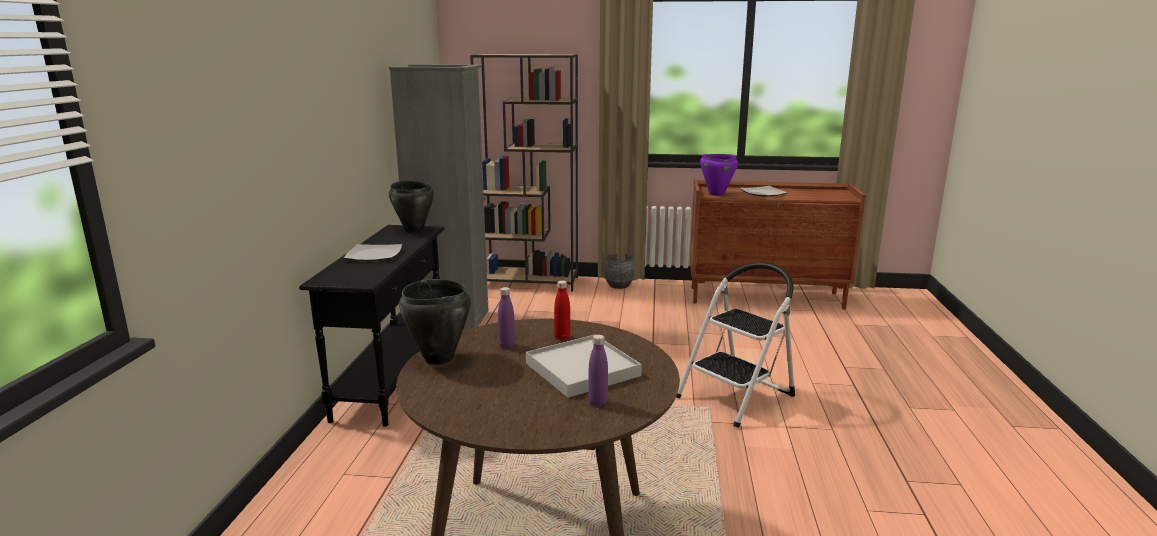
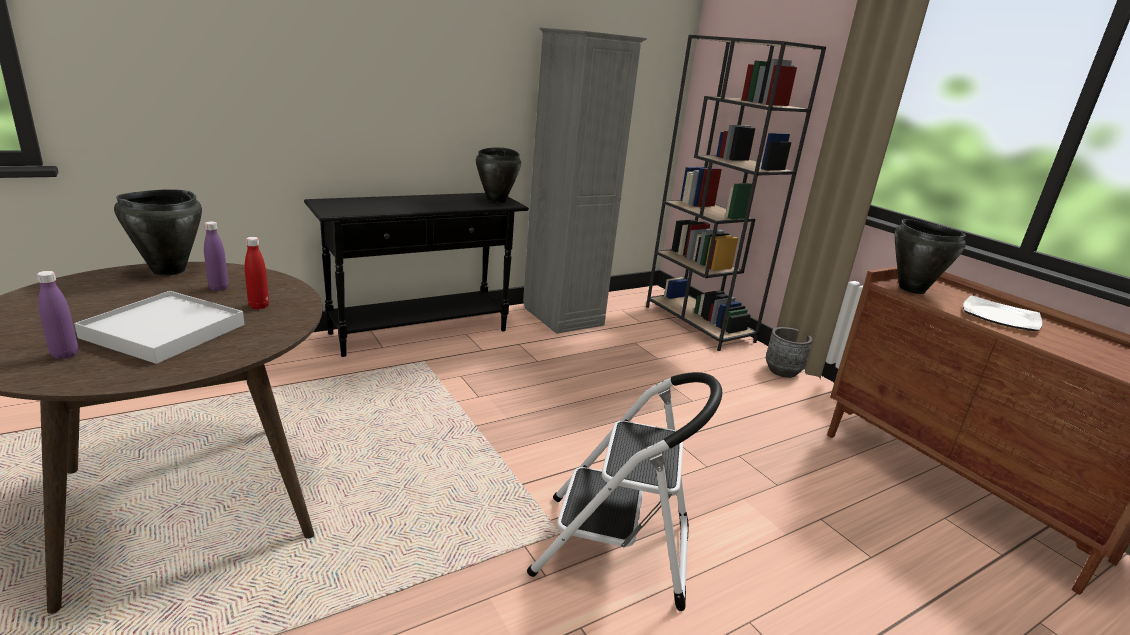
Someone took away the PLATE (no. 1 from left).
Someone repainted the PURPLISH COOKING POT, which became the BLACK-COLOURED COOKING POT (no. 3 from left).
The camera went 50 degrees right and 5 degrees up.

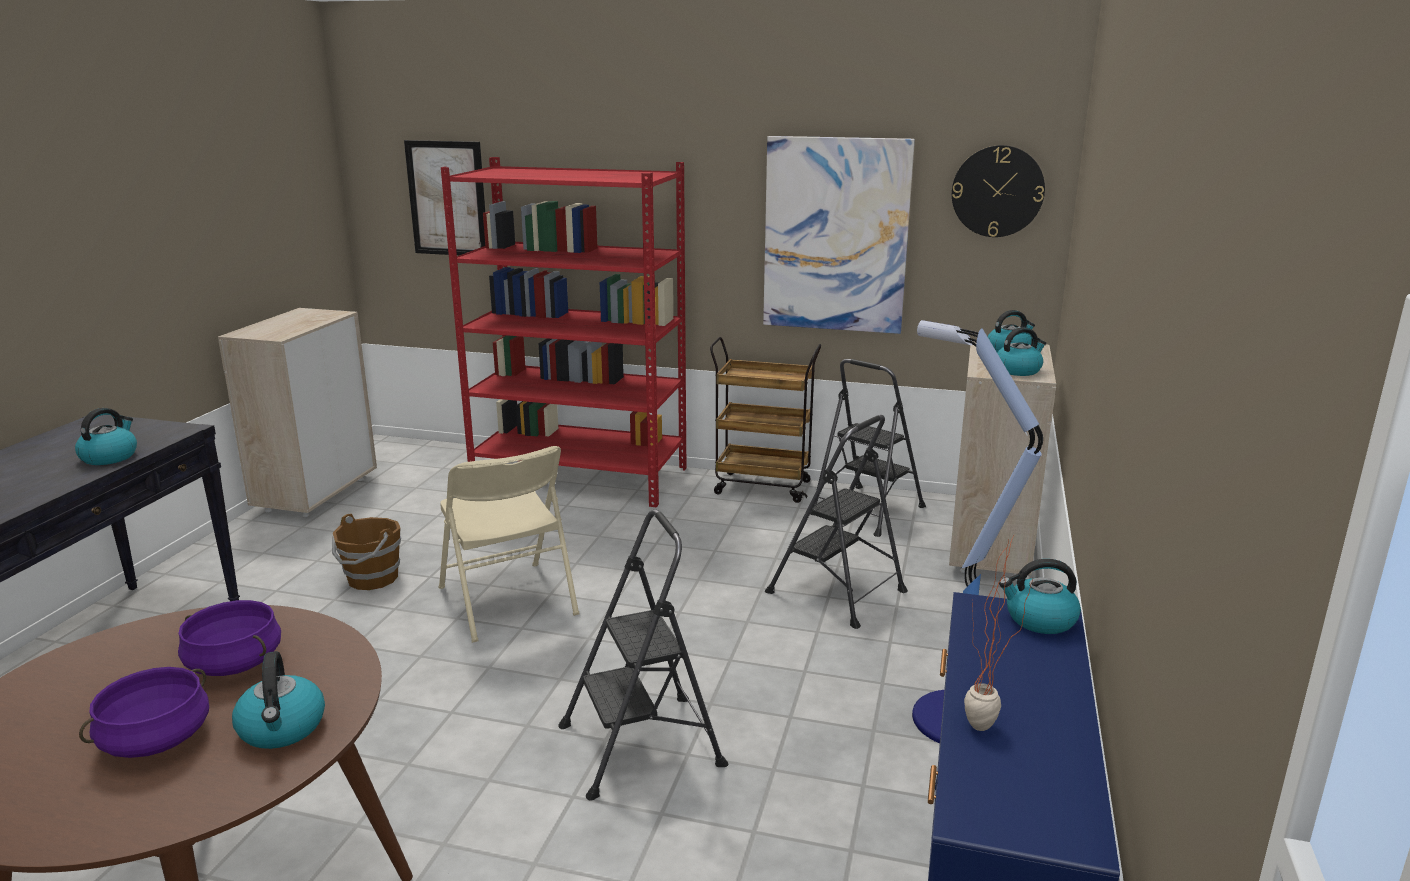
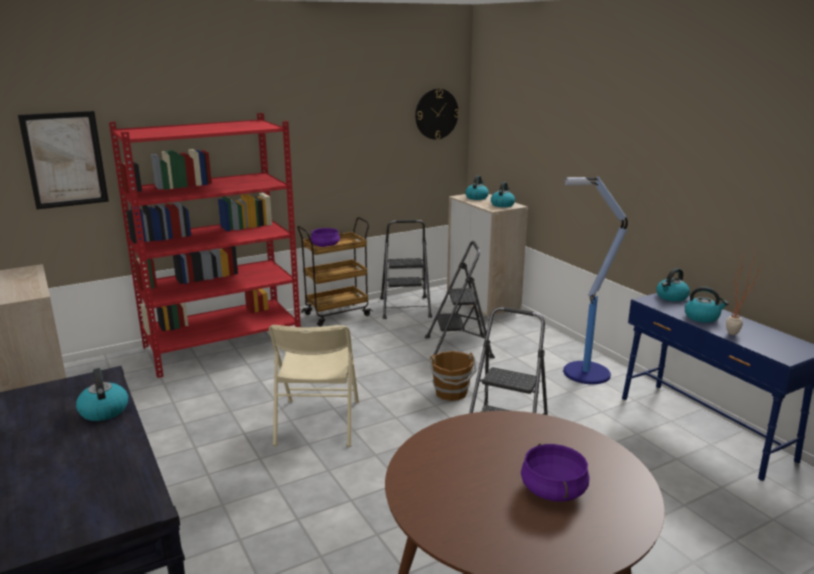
Someone took away the PICTURE (no. 2 from left).
Someone carried the PURPLISH COOKING POT (no. 2 from left in the first image).
Someone carried the WATER KETTLE (no. 2 from left in the first image).
Someone carried the BROWNISH WATER BUCKET.
Someone rotated the BEIGE PLAIN CHAIR by 75 degrees clockwise.
The camera went 45 degrees left and 0 degrees up.

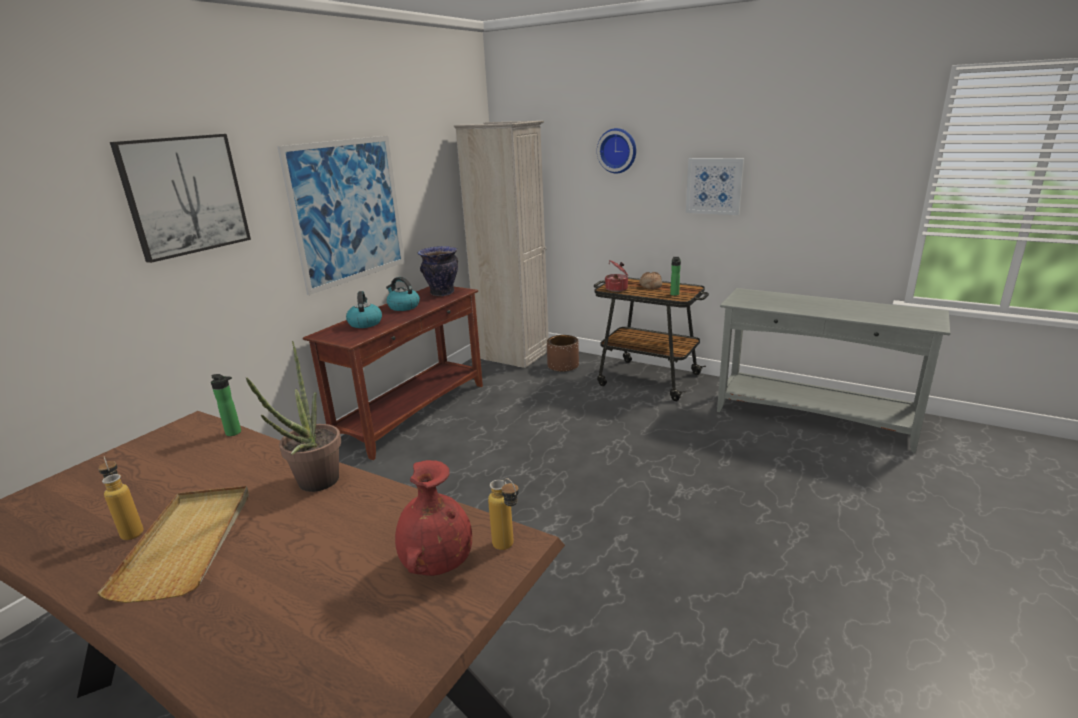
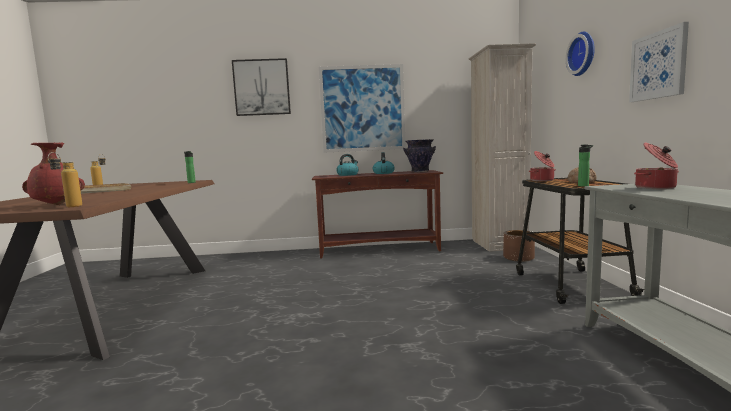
Someone took away the HOUSEPLANT.
Someone put down the COOKING POT (no. 2 from left).
The camera went 55 degrees right and 15 degrees down.

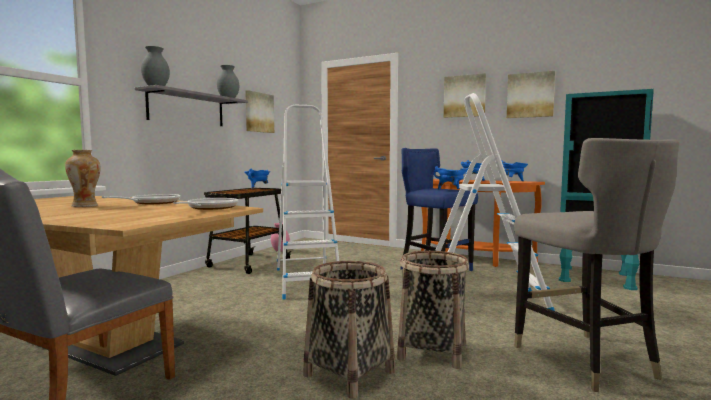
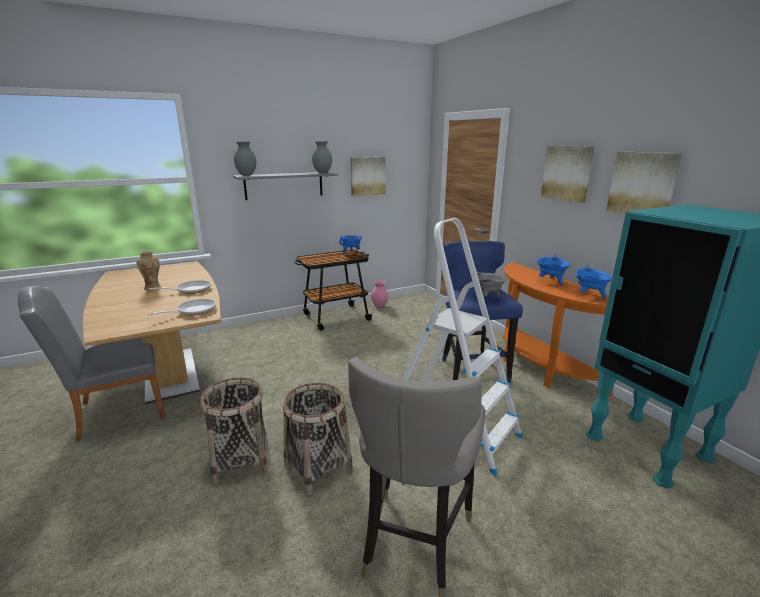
Someone took away the WHITE-COLOURED STEP LADDER (no. 1 from left).
Someone repainted the BLUISH COOKING POT (no. 2 from left), which became the GREYISH COOKING POT.
The camera went 35 degrees right and 15 degrees up.

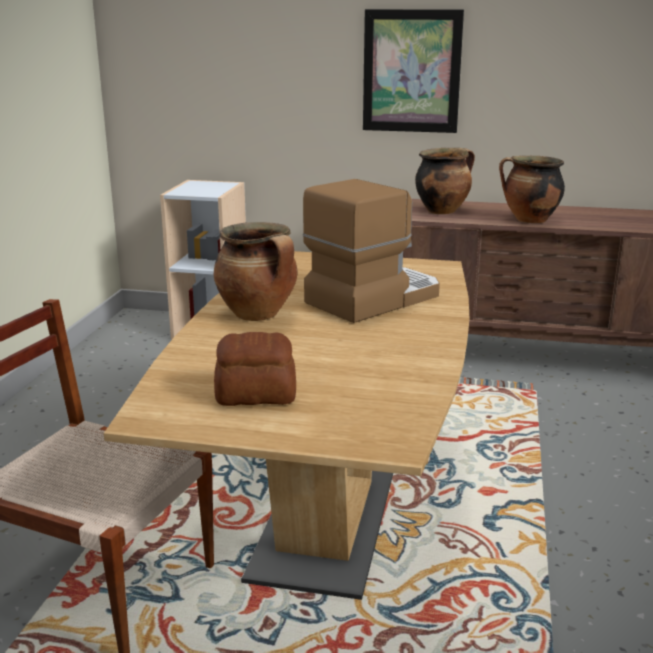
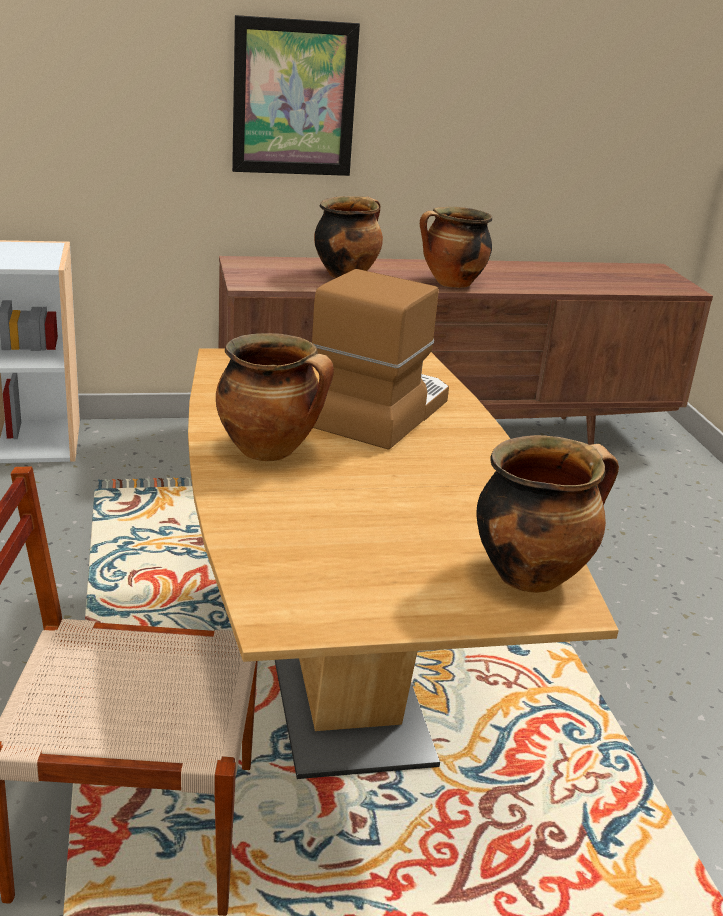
Someone took away the BREAD.
Someone put down the COOKING POT (no. 4 from left).
The camera went 25 degrees left and 5 degrees up.

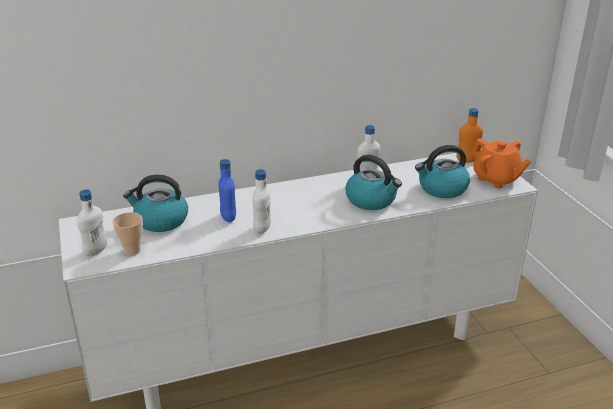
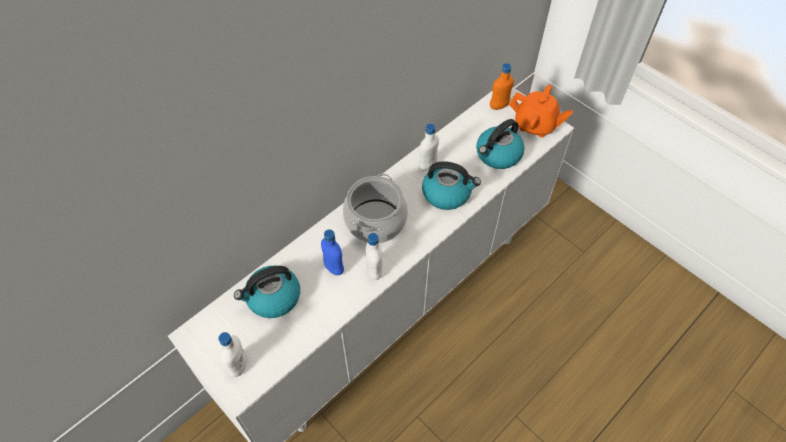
Someone took away the CUP.
Someone put down the COOKING POT.
The camera went 25 degrees left and 25 degrees up.

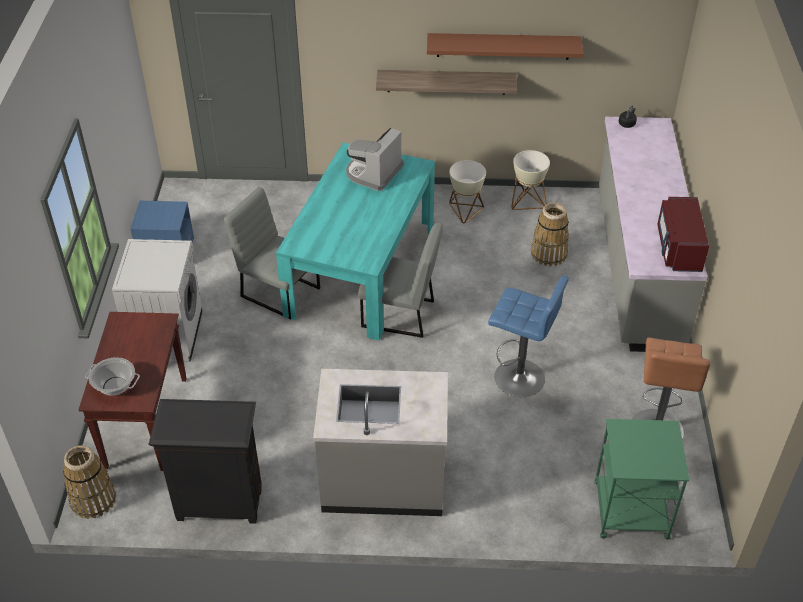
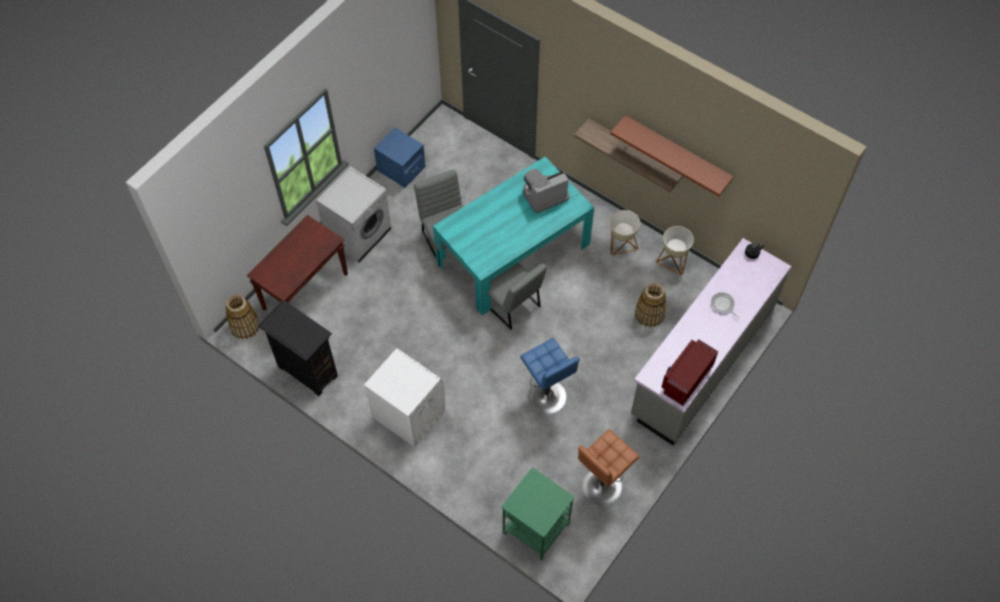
Someone took away the COOKING POT.
Someone put down the FRYING PAN.
Someone swapped the GREYISH KITCHEN BASE UNIT (no. 1 from left) for the WHITE-COLOURED WASHING MACHINE (no. 2 from left).
The camera went 35 degrees right and 15 degrees up.

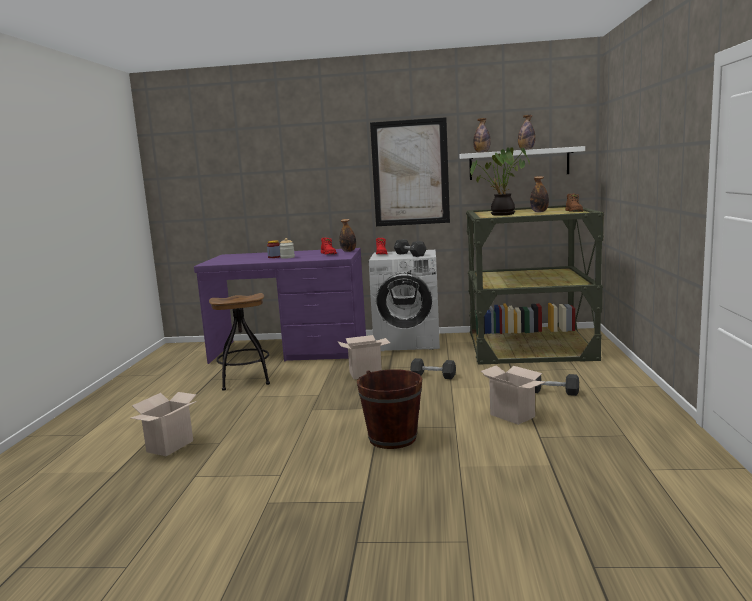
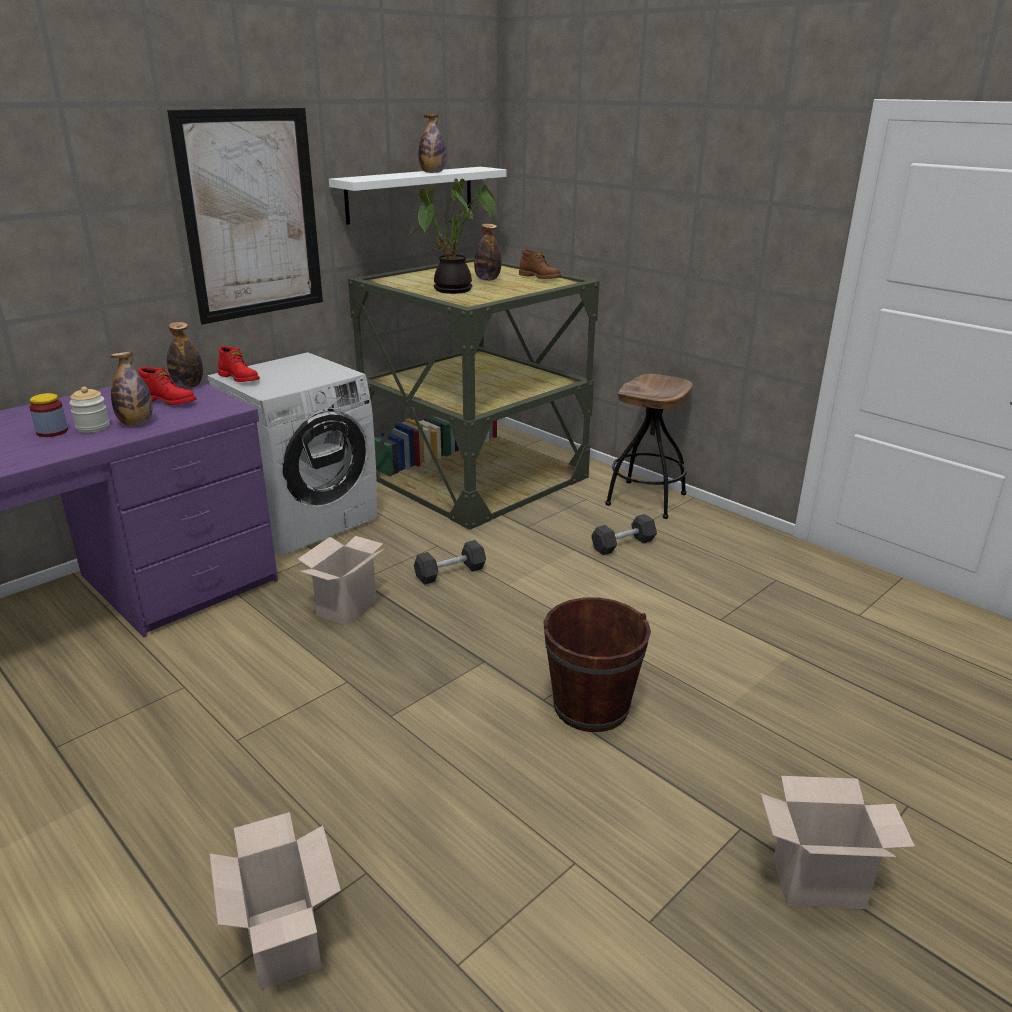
Someone took away the BLACK-COLOURED FREE WEIGHT (no. 1 from left).
Someone carried the BROWNISH SITTING STOOL.
Someone carried the DRINK BOTTLE (no. 2 from left in the first image).
Someone carried the CARTON (no. 3 from left).
The camera went 50 degrees left and 15 degrees up.

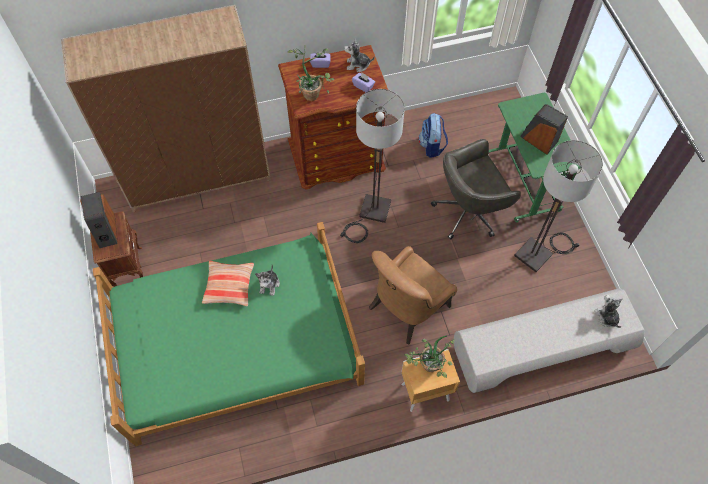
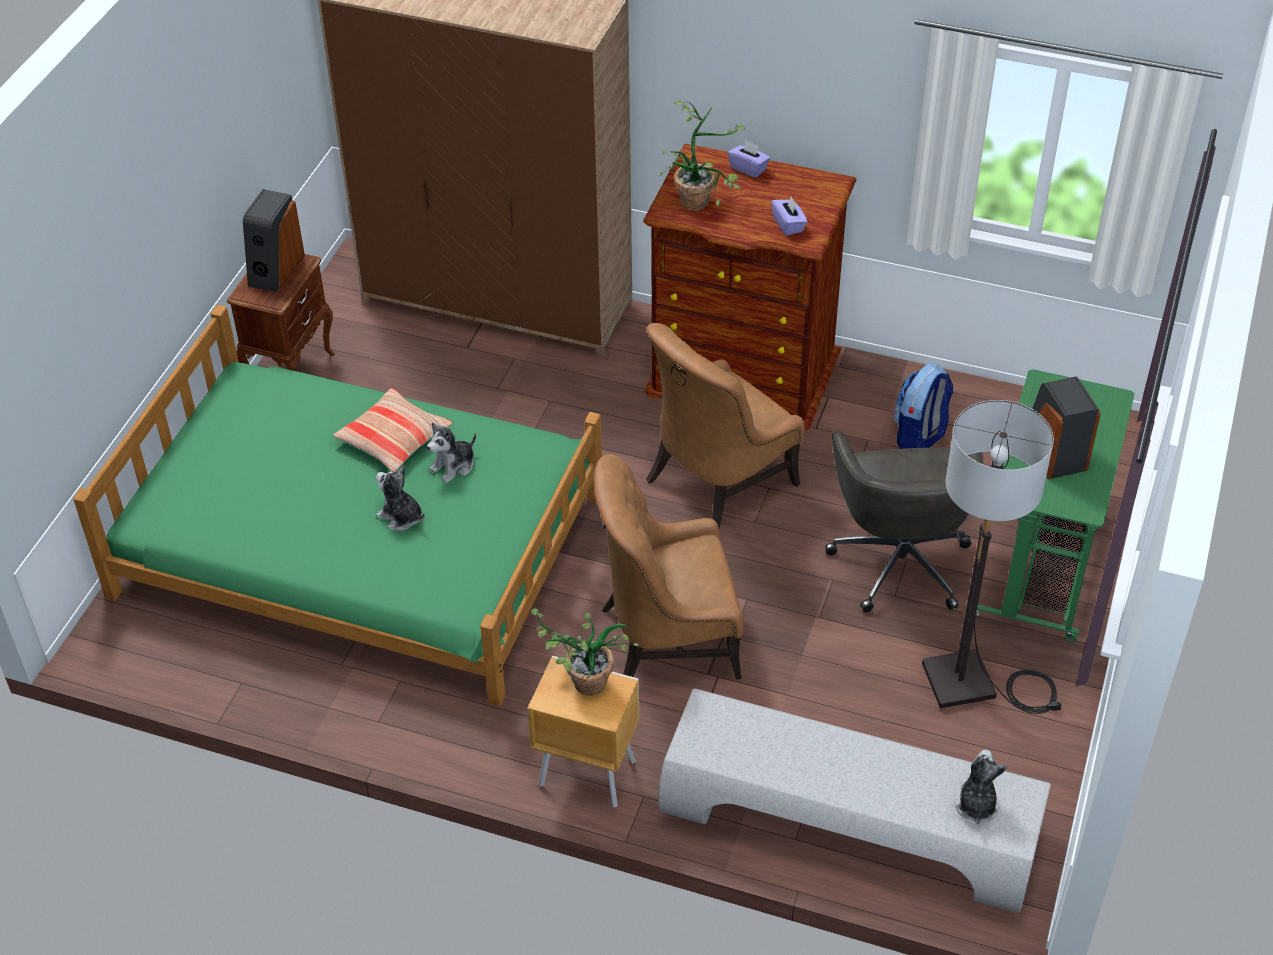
Someone carried the SOFT TOY (no. 2 from left in the first image).
Someone swapped the STANDARD LAMP (no. 1 from left) for the BROWNISH PLAIN CHAIR (no. 2 from left).
Someone rotated the GREYISH DESK CHAIR by 105 degrees counterclockwise.
The camera went 35 degrees right and 15 degrees down.

